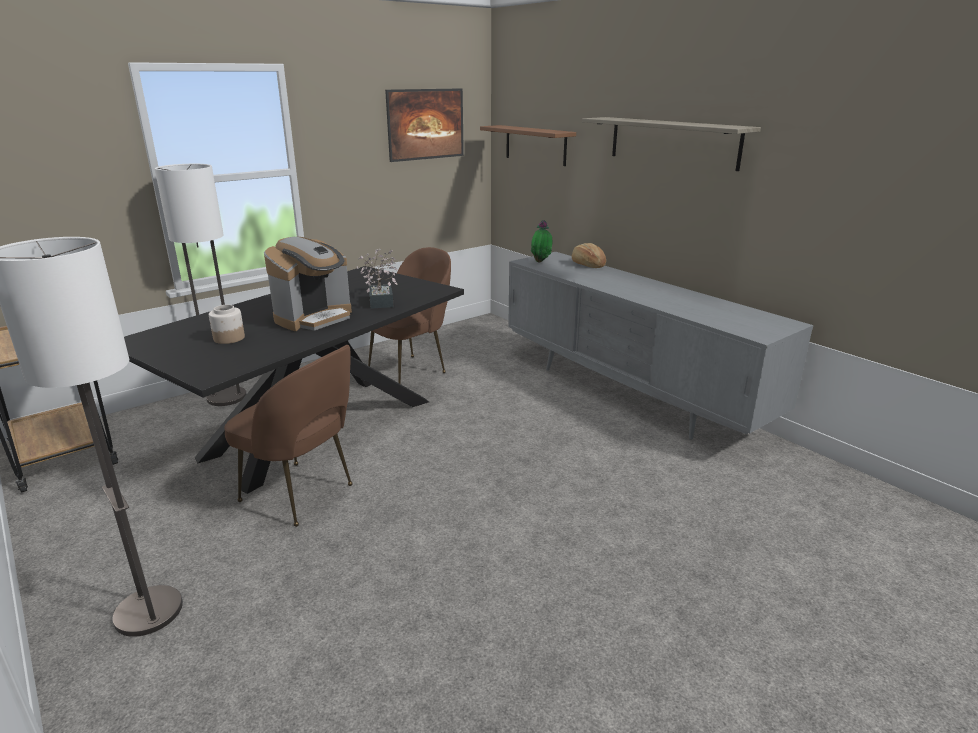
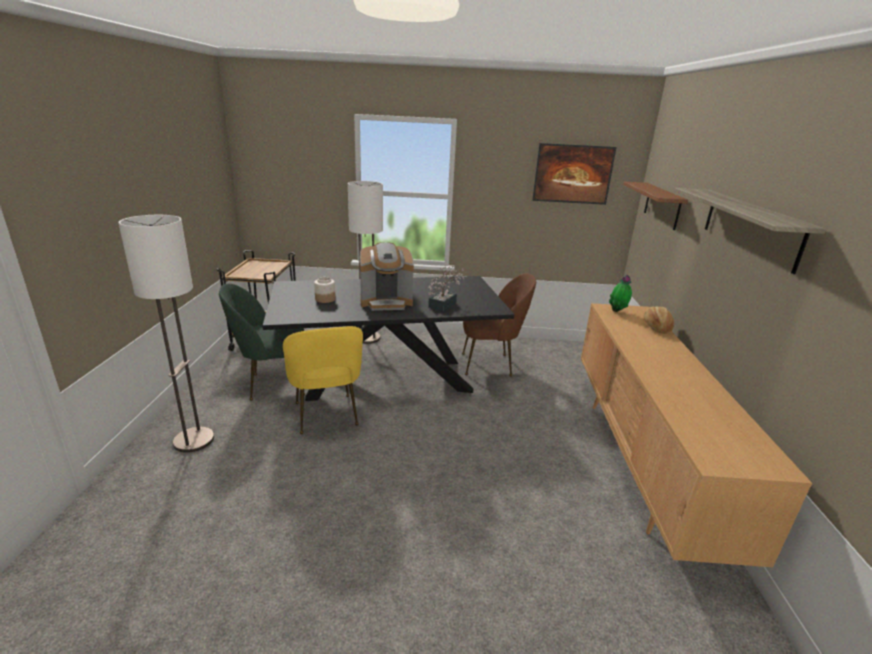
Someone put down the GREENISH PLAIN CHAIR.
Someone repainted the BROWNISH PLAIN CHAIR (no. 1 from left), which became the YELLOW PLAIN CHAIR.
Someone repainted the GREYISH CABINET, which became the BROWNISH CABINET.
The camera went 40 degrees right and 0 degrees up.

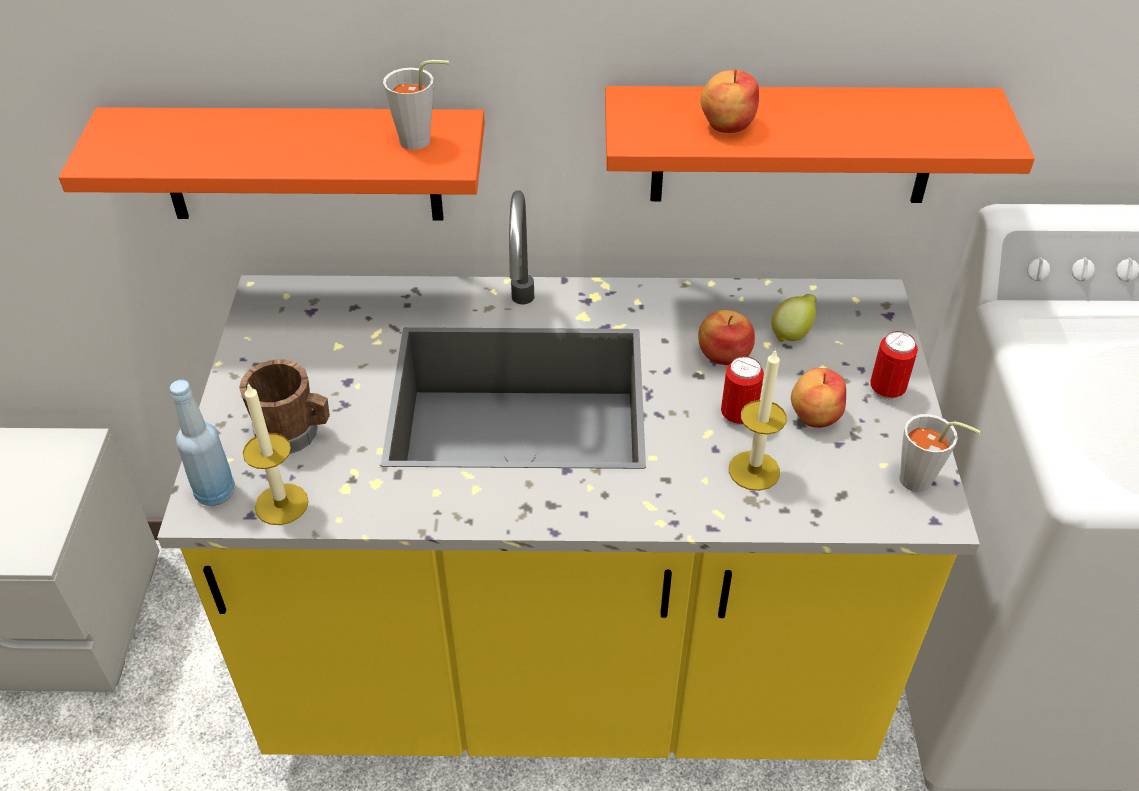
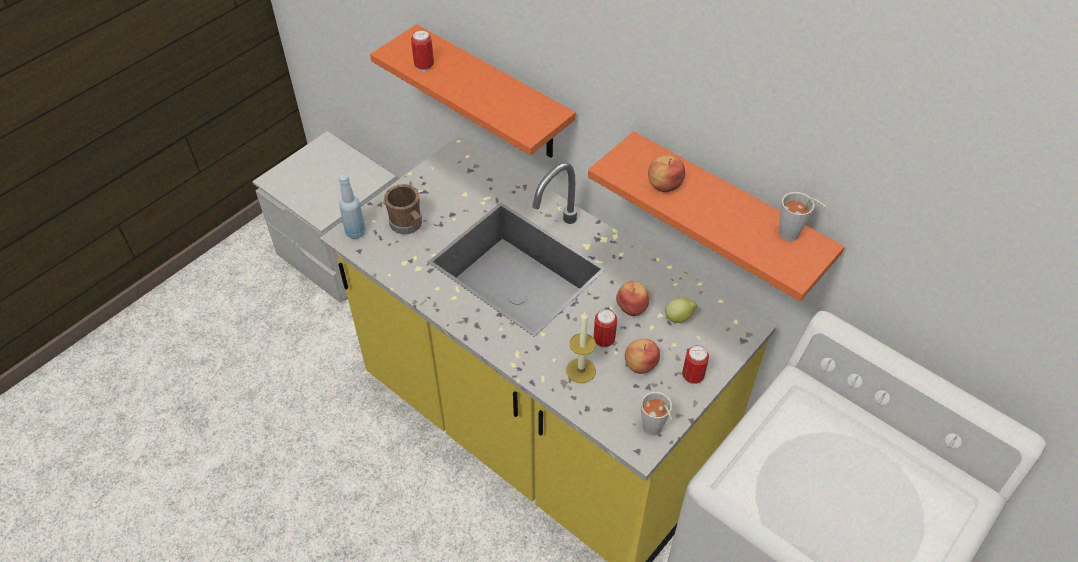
Someone took away the WAX LIGHT (no. 1 from left).
Someone put down the CAN (no. 1 from left).
Someone carried the GREYISH CUP (no. 1 from left in the first image).
The camera went 40 degrees right and 5 degrees up.

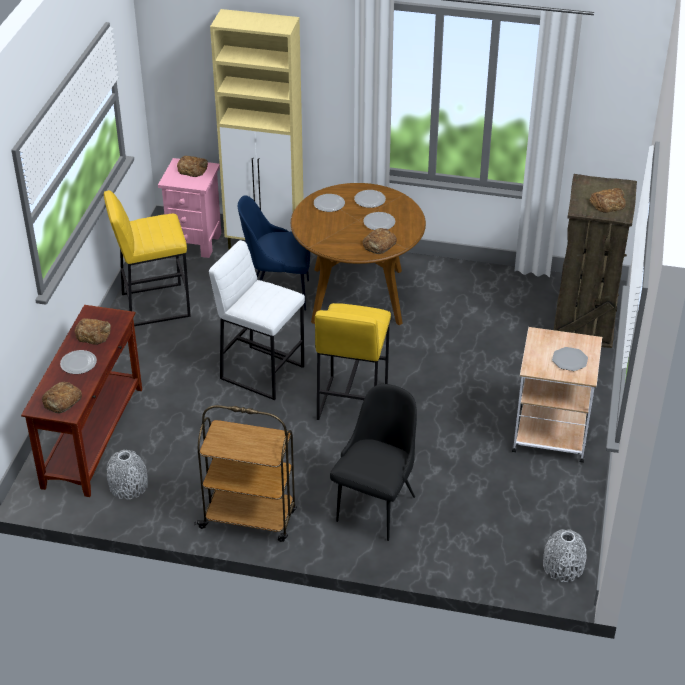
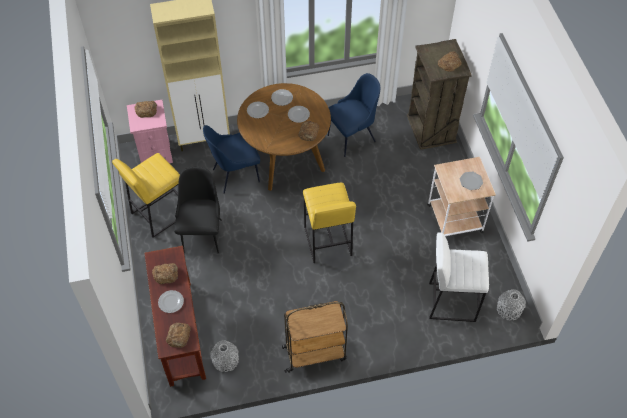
Someone put down the BLUISH PLAIN CHAIR (no. 2 from left).
Someone carried the WHITE-COLOURED SITTING STOOL.
Someone carried the BLACK-COLOURED PLAIN CHAIR.
The camera went 25 degrees left and 15 degrees up.

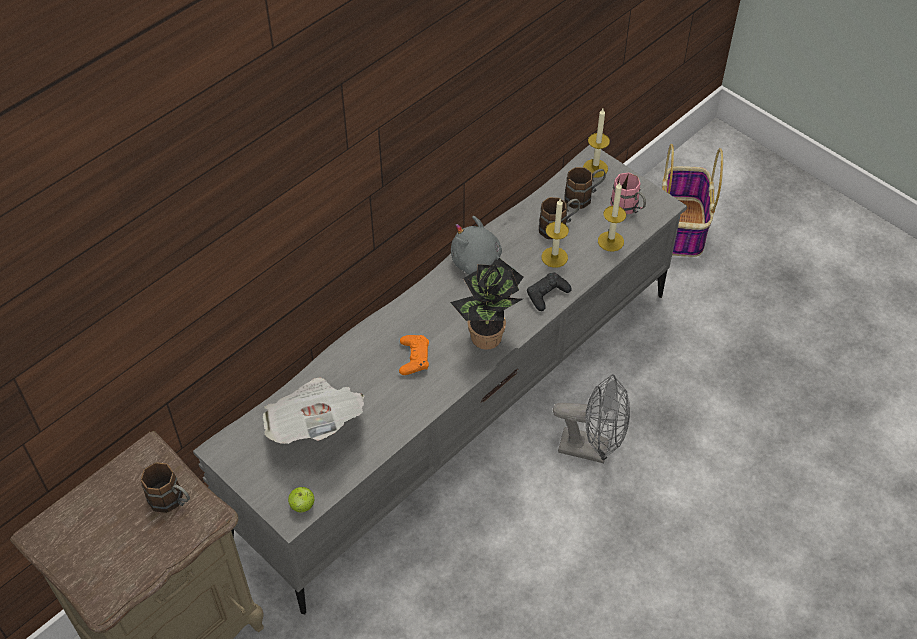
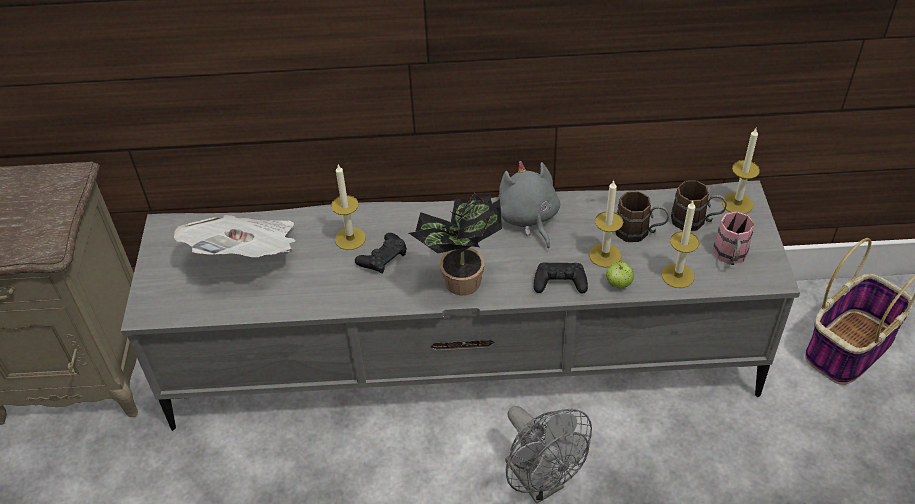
Someone took away the BROWNISH TEA MUG (no. 1 from left).
Someone put down the WAX LIGHT (no. 1 from left).
Someone carried the APPLE.
Someone repainted the ORANGE JOYPAD, which became the BLACK-COLOURED JOYPAD (no. 1 from left).
The camera went 45 degrees right and 5 degrees down.

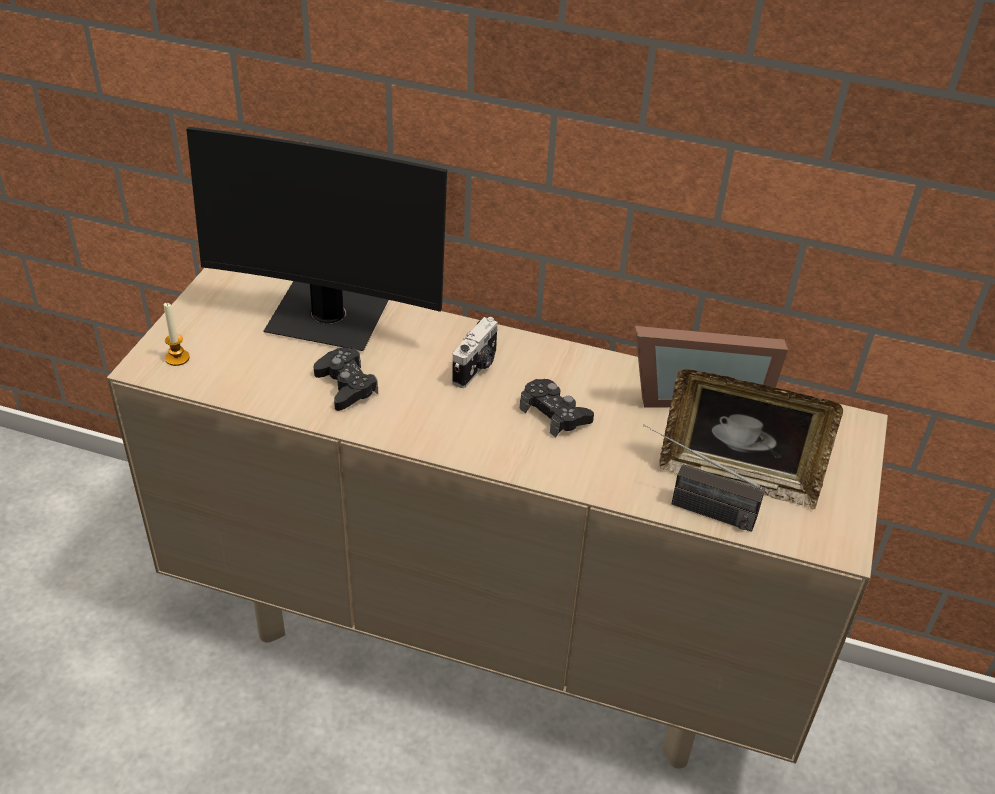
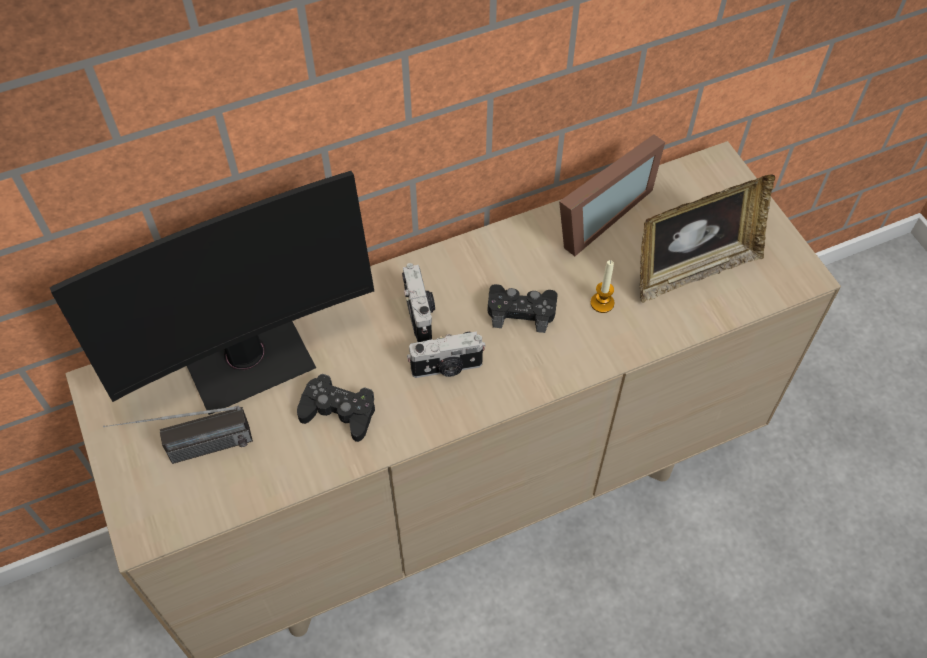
Someone put down the PHOTO CAMERA (no. 2 from left).
Someone carried the WAX LIGHT.
Someone carried the RADIO.
The camera went 40 degrees left and 15 degrees up.

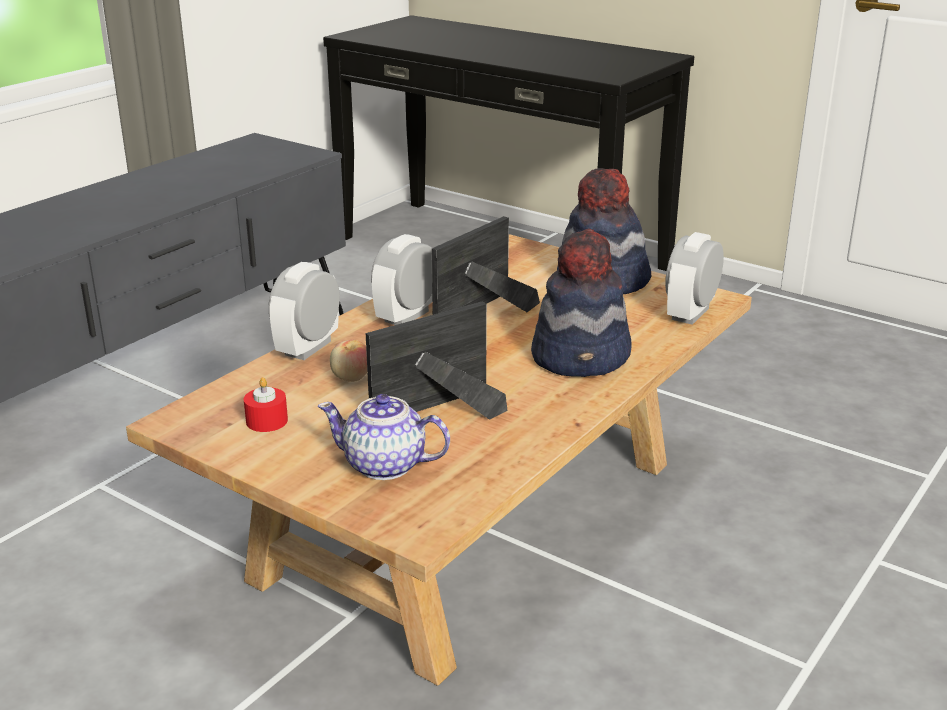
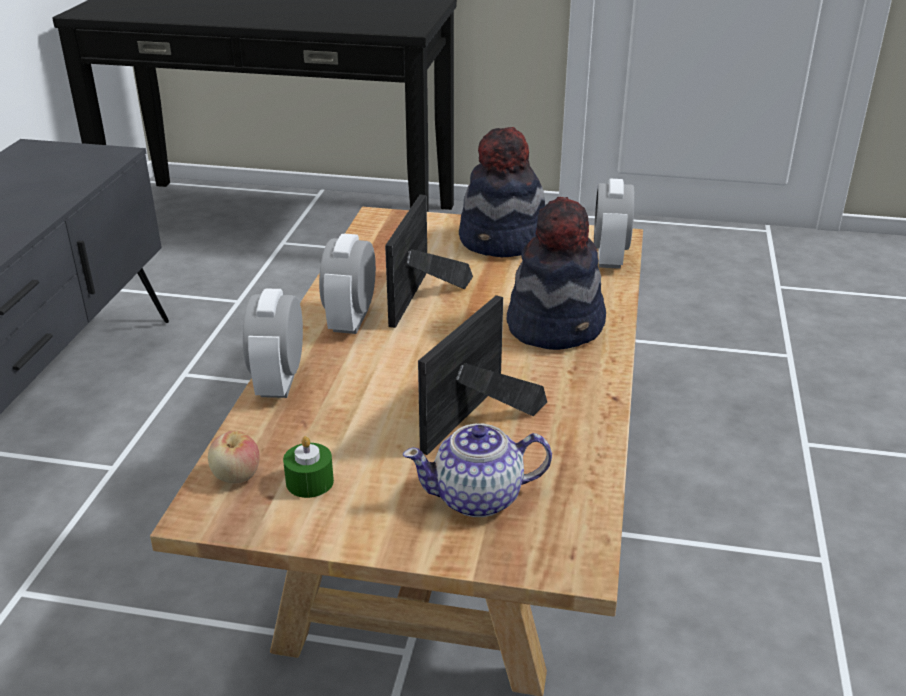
Someone carried the APPLE.
Someone repainted the RED WAX LIGHT, which became the GREENISH WAX LIGHT.
The camera went 25 degrees left and 5 degrees up.

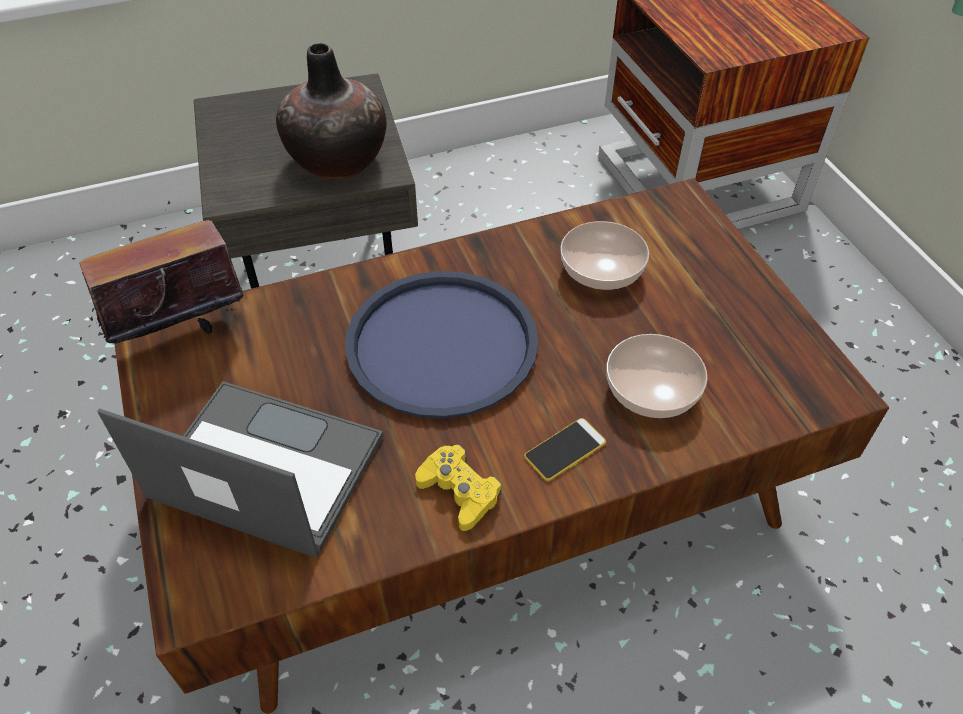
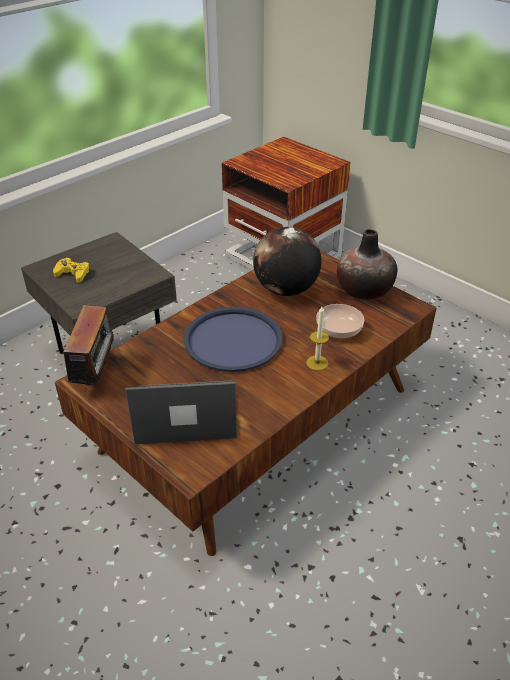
Someone carried the FLOWER VASE.
Someone carried the YELLOW JOYPAD.
Someone swapped the HANDSET for the WAX LIGHT.
Someone swapped the BOWL (no. 1 from left) for the GLOBE.
Someone rotated the RADIO by 150 degrees clockwise.
The camera went 25 degrees left and 10 degrees down.

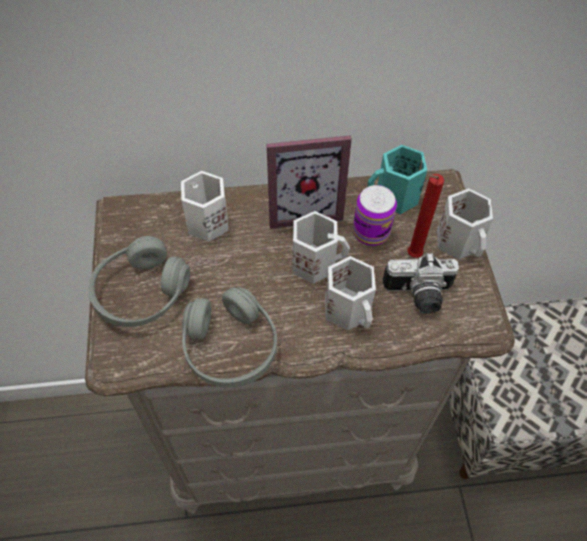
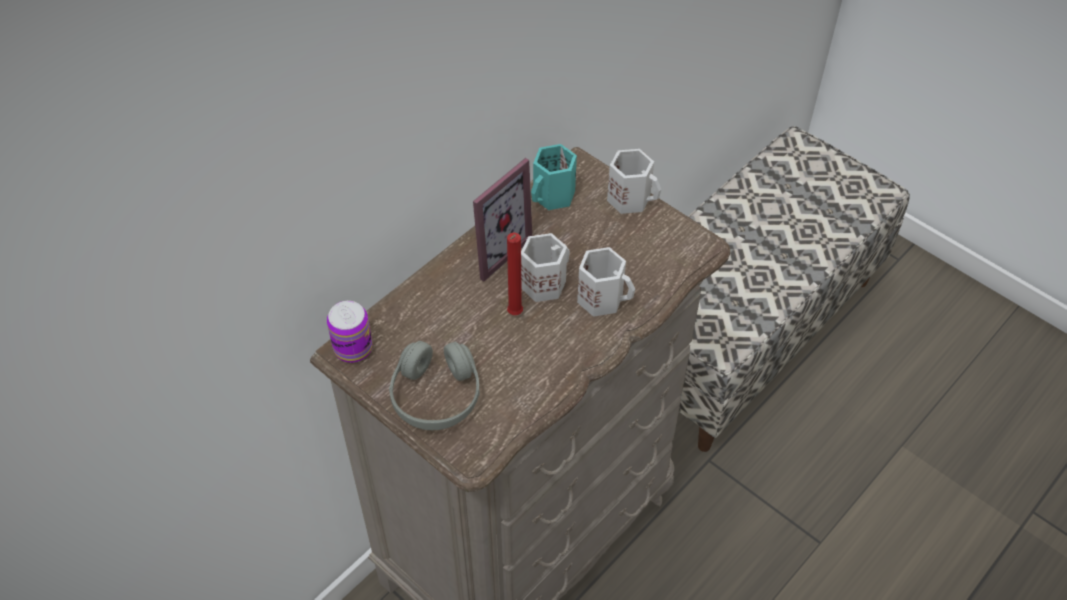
Someone took away the WHITE-COLOURED TEA MUG (no. 1 from left).
Someone took away the GREYISH HEADSET (no. 2 from left).
Someone took away the PHOTO CAMERA.
Someone carried the CAN.
Someone carried the RED WAX LIGHT.
The camera went 40 degrees left and 5 degrees down.

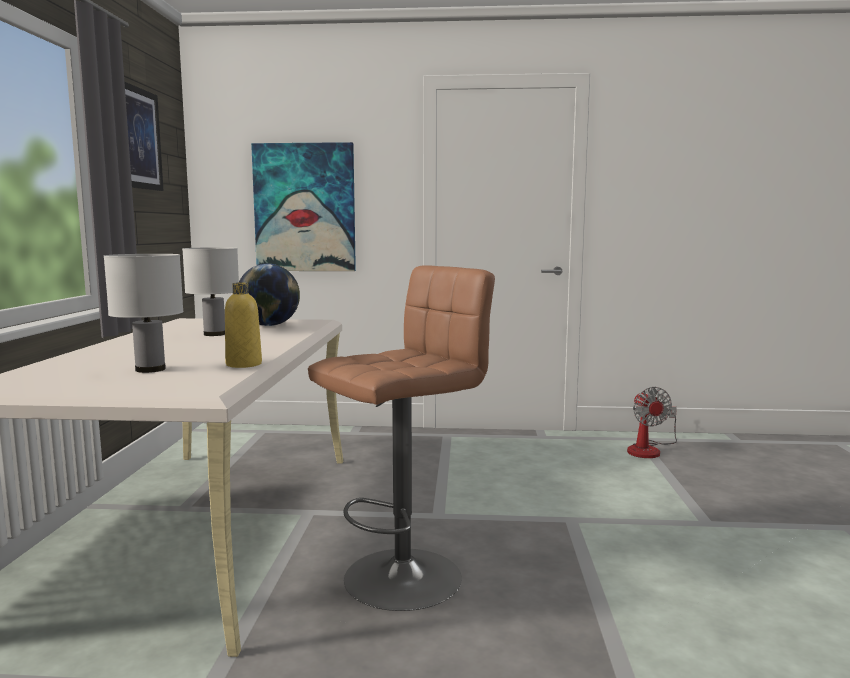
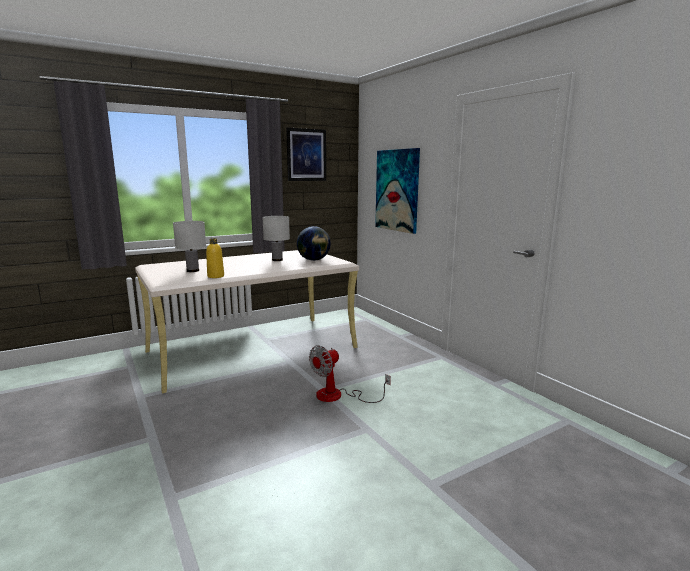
Someone took away the BROWNISH SITTING STOOL.
Someone carried the FAN.
The camera went 55 degrees right and 5 degrees up.

